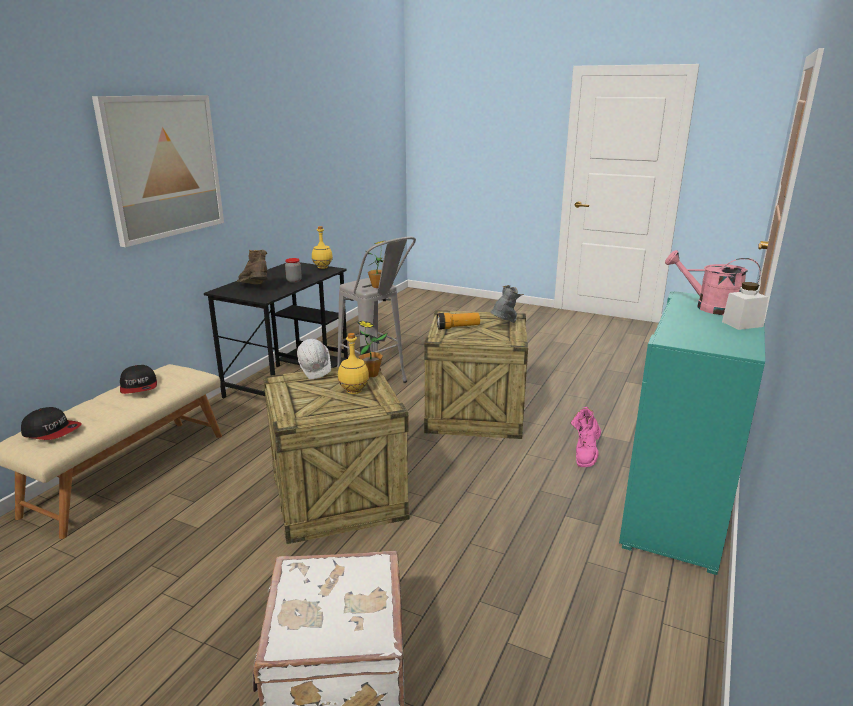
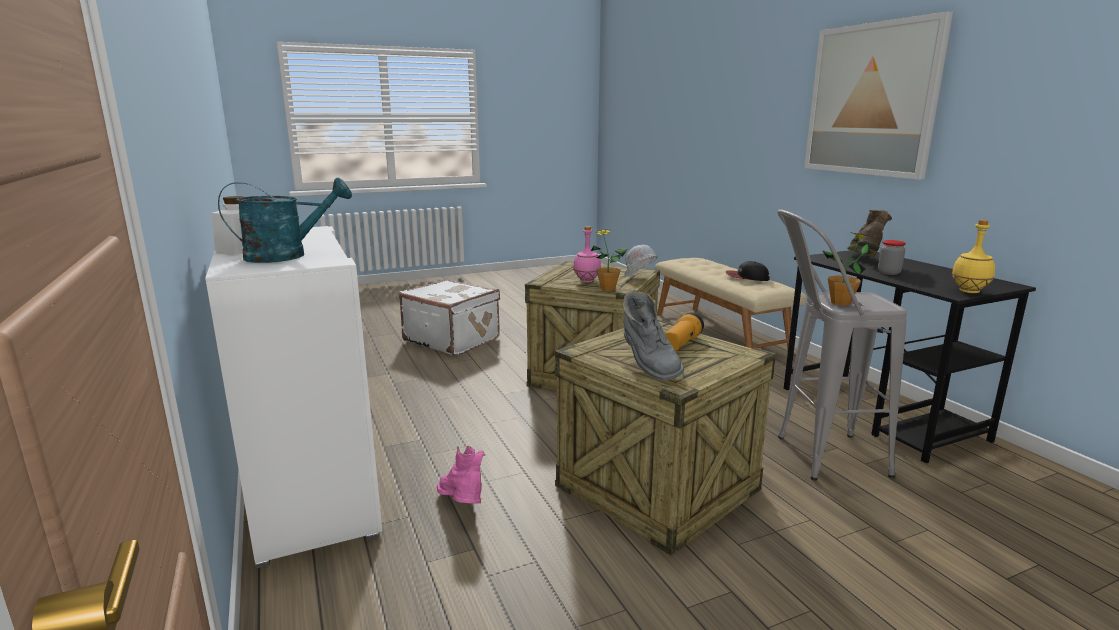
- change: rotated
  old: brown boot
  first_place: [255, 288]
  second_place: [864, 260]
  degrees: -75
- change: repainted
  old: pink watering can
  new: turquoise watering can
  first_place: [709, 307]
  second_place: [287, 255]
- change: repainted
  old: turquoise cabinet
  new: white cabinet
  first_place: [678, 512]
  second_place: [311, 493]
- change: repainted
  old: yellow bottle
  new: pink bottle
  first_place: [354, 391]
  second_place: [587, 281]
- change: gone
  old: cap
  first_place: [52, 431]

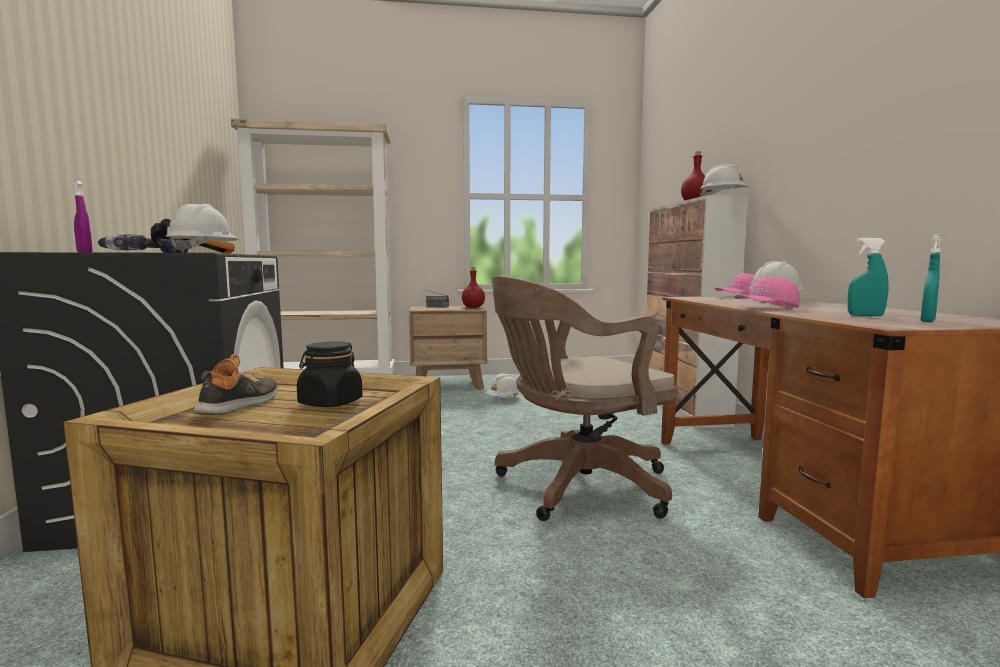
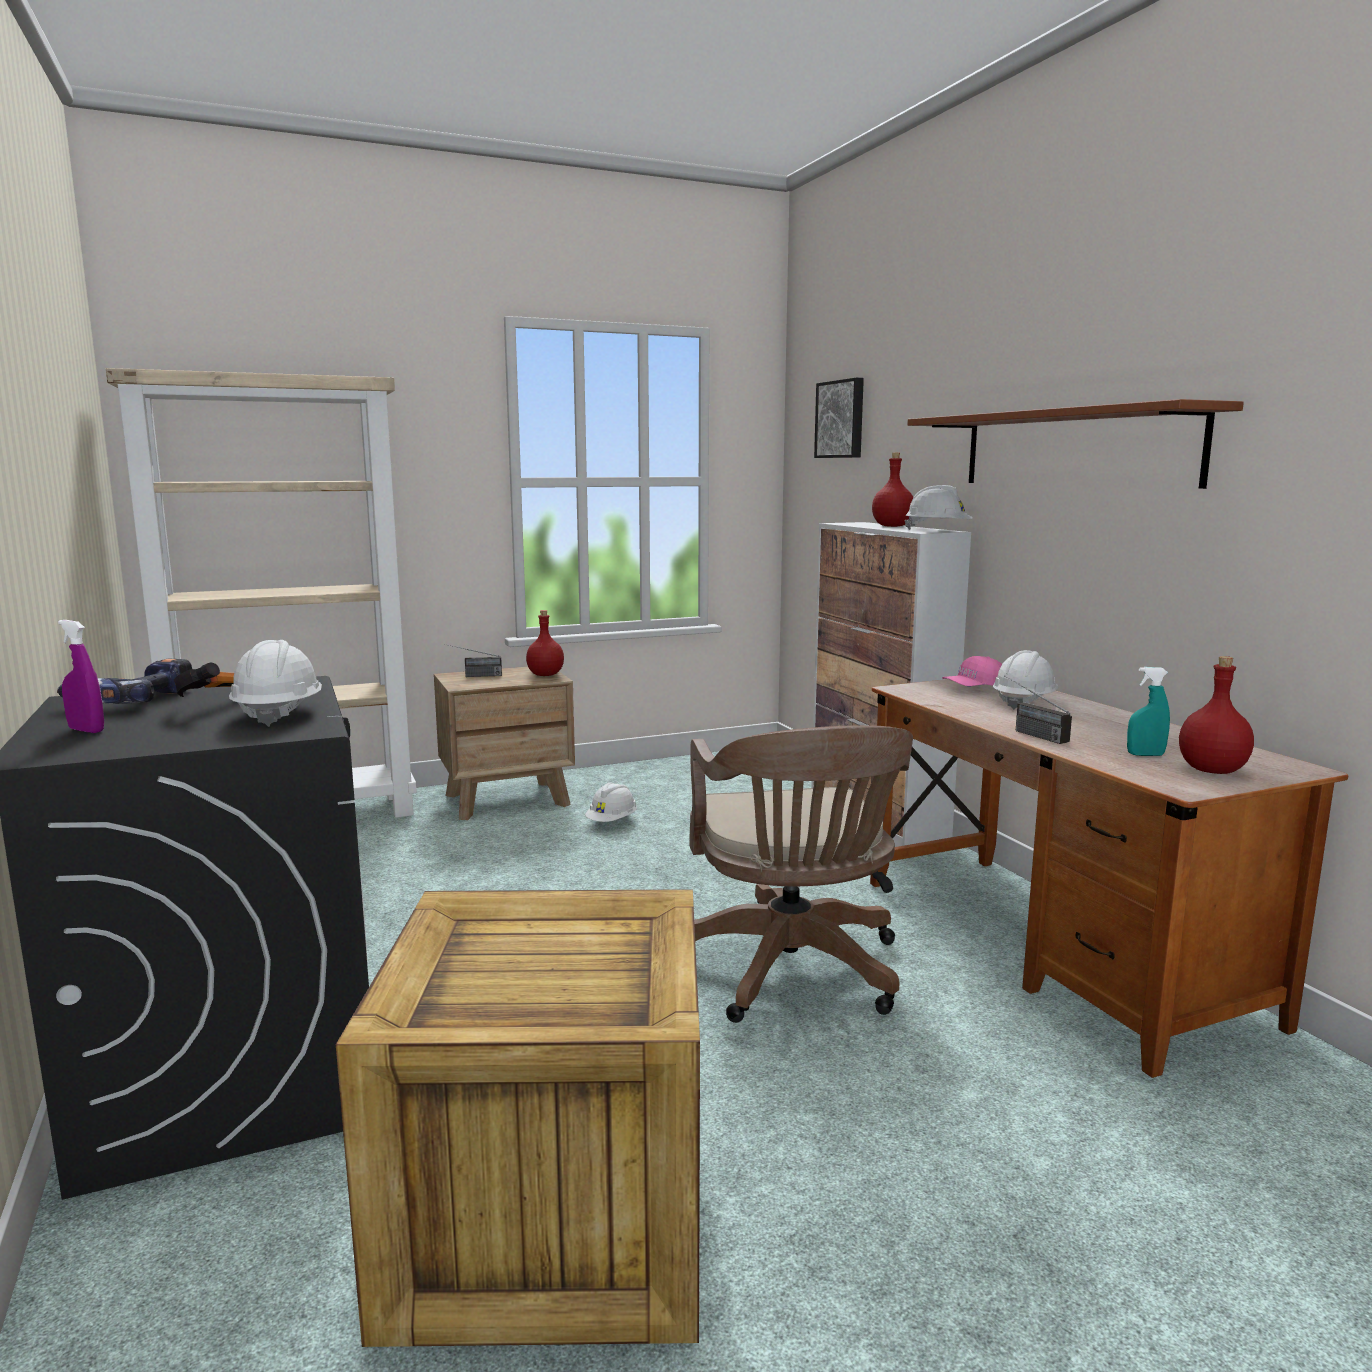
- change: swapped
  old: turquoise spray bottle
  new: red bottle
  first_place: [927, 321]
  second_place: [1211, 770]
- change: rotated
  old: brown office chair
  first_place: [576, 487]
  second_place: [793, 973]
  degrees: -60
- change: swapped
  old: pink cap
  new: radio
  first_place: [766, 308]
  second_place: [1028, 733]
- change: gone
  old: black jar
  first_place: [330, 403]
- change: gone
  old: shoe
  first_place: [241, 404]
- change: new
  new: picture
  second_place: [841, 419]
- change: new
  new: brown shelf
  second_place: [1074, 449]

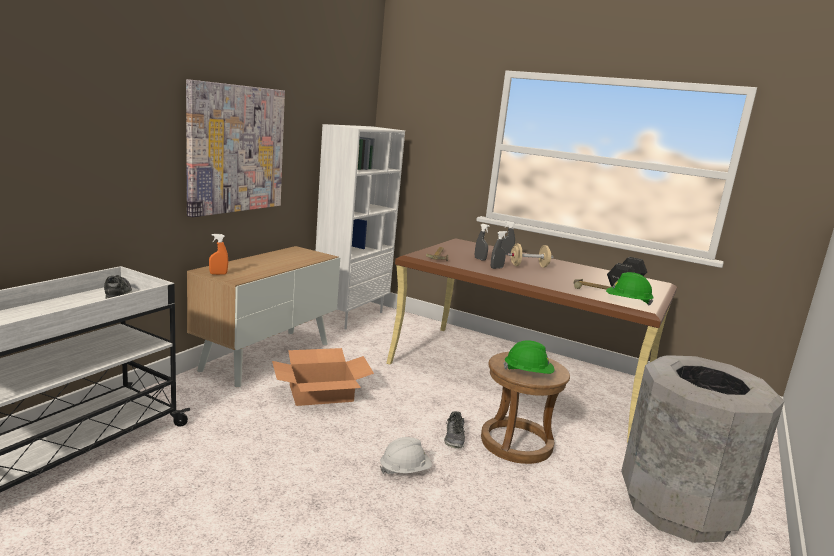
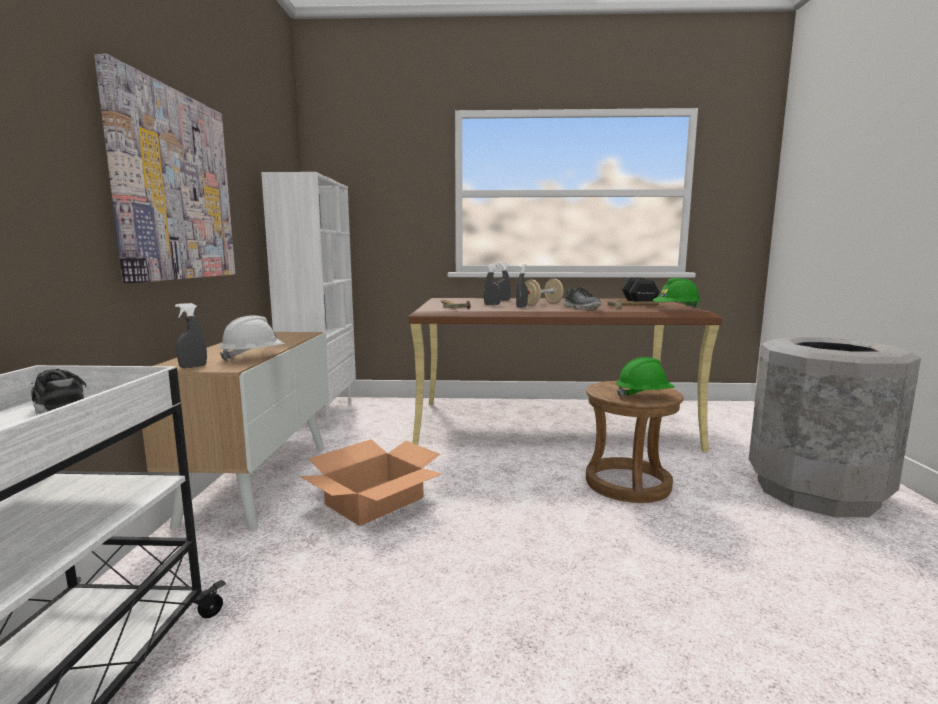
- change: repainted
  old: orange spray bottle
  new: grey spray bottle
  first_place: [218, 274]
  second_place: [193, 366]
- change: shifted
  old: shoe
  first_place: [454, 438]
  second_place: [581, 308]
- change: shifted
  old: white hard hat
  first_place: [405, 470]
  second_place: [253, 357]

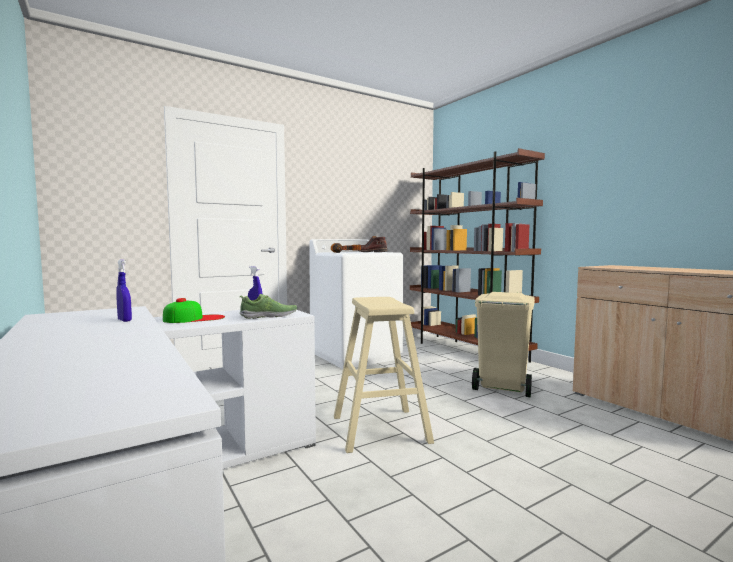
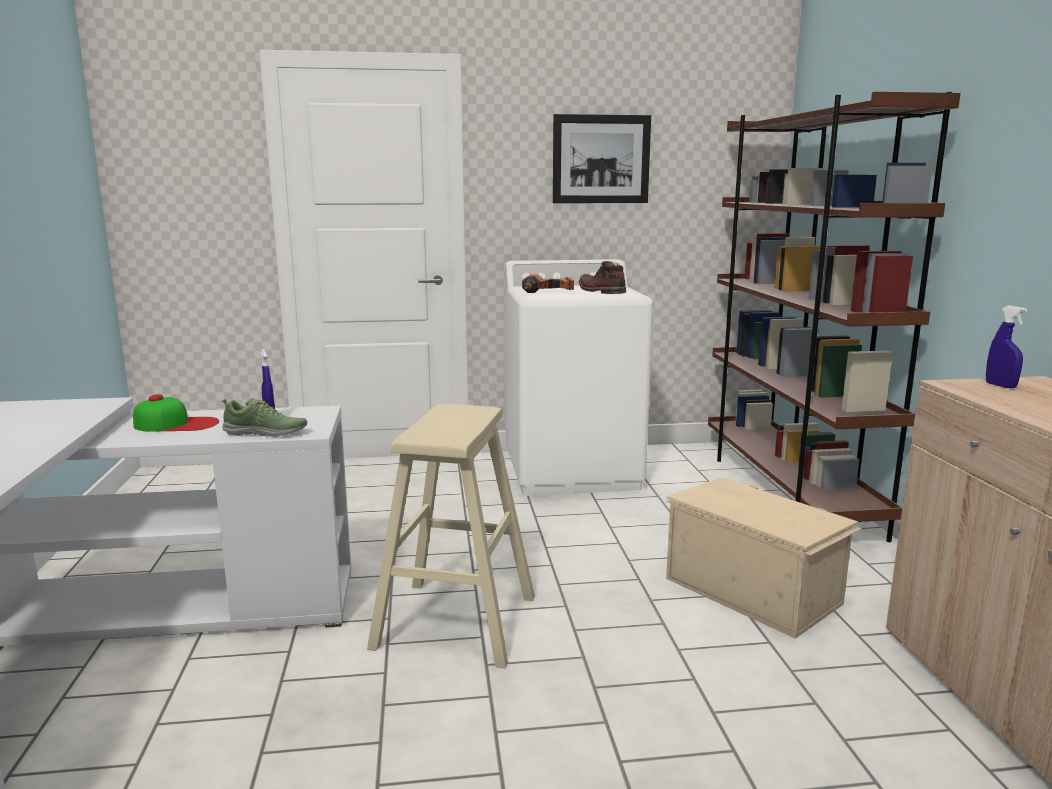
- change: shifted
  old: blue spray bottle
  first_place: [124, 320]
  second_place: [1000, 385]
- change: swapped
  old: beige trash can
  new: beige storage box
  first_place: [501, 388]
  second_place: [752, 590]
- change: new
  new: picture
  second_place: [601, 159]

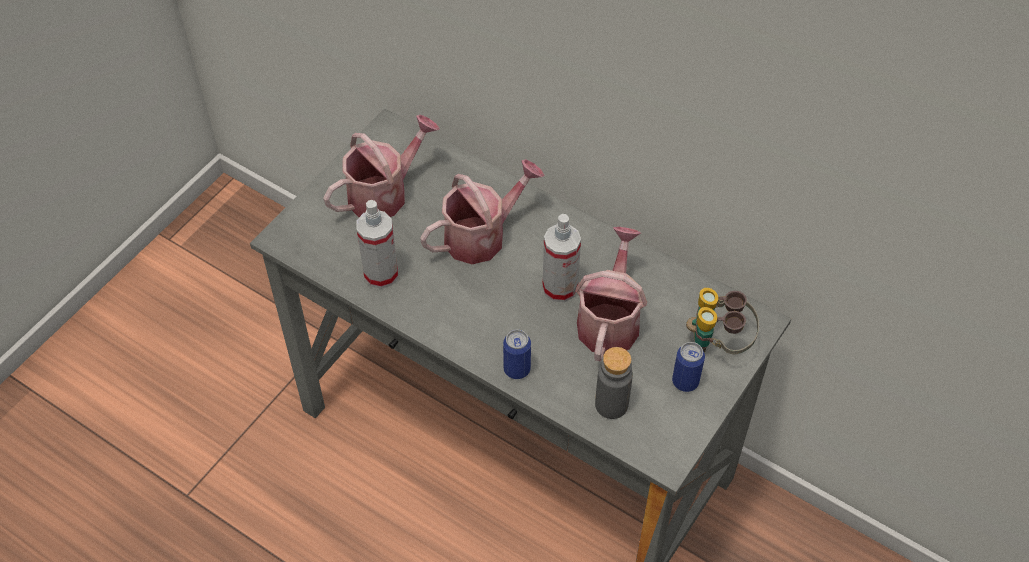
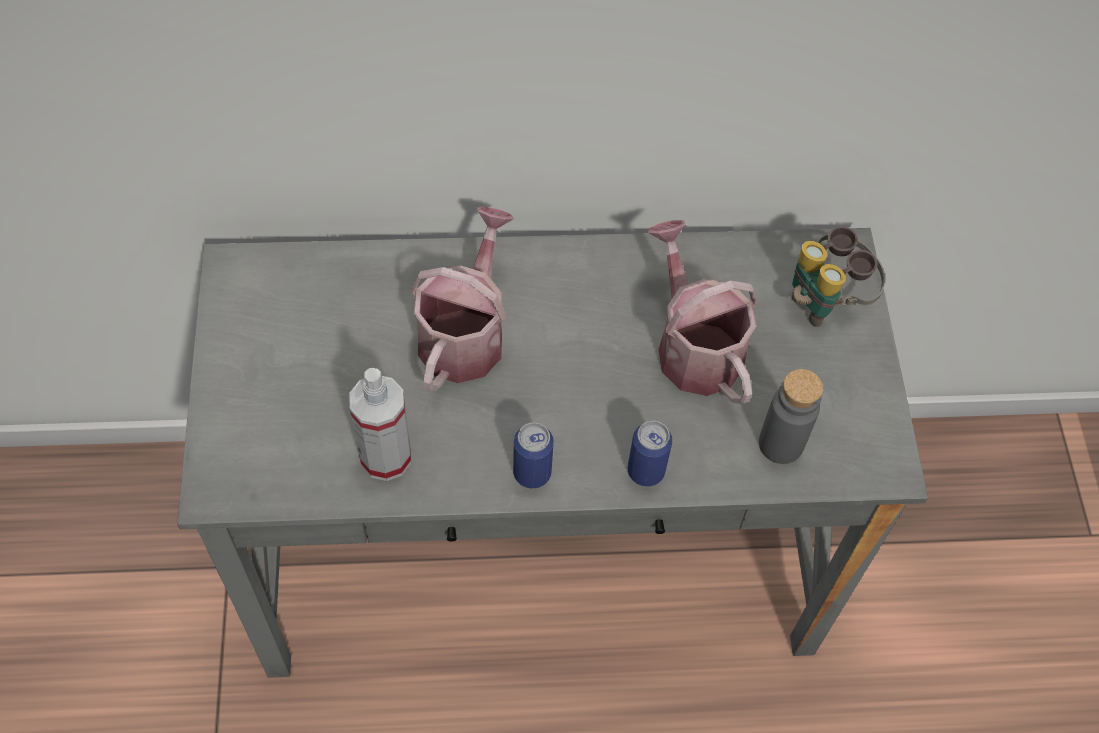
- change: gone
  old: watering can
  first_place: [384, 192]
- change: gone
  old: spray bottle
  first_place: [560, 288]
- change: shifted
  old: can
  first_place: [685, 381]
  second_place: [532, 473]

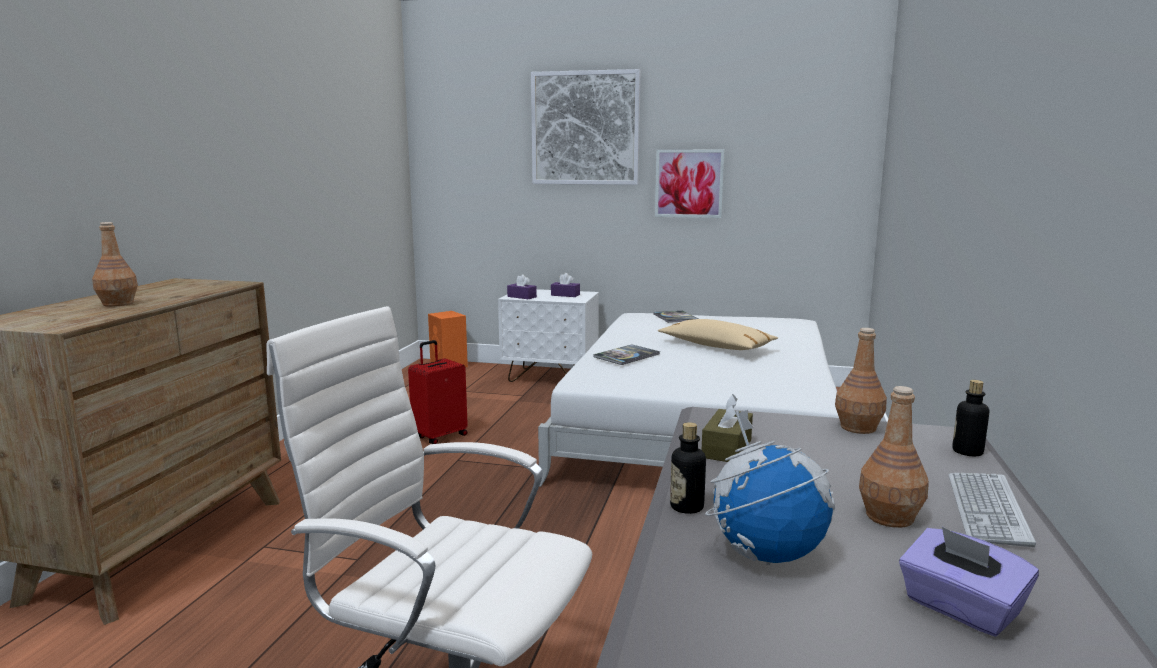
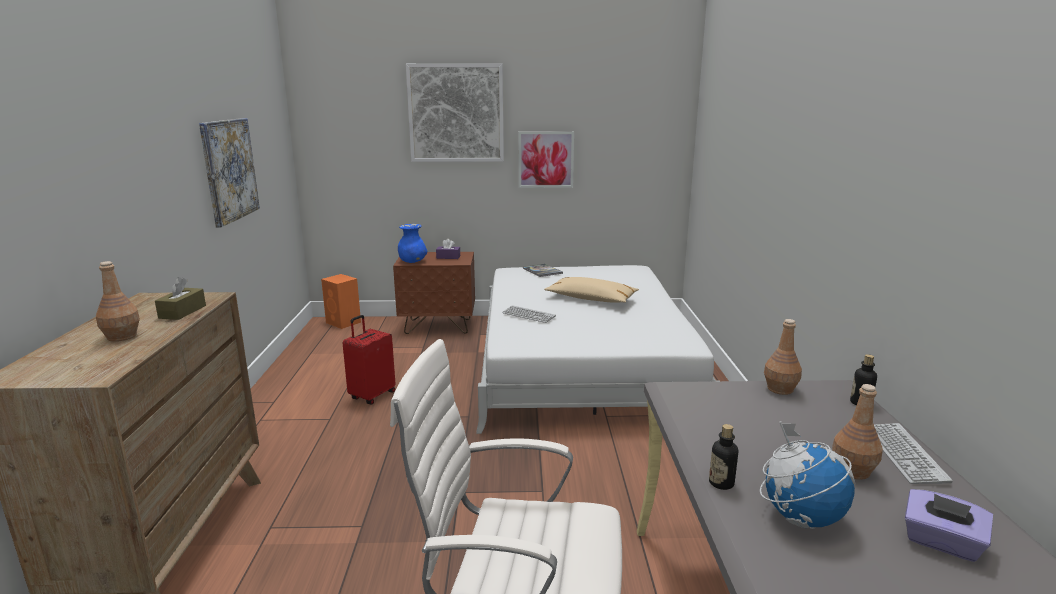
- change: swapped
  old: purple tissue box
  new: blue vase
  first_place: [522, 297]
  second_place: [412, 262]
- change: repainted
  old: white nightstand
  new: brown nightstand
  first_place: [551, 377]
  second_place: [438, 326]
- change: swapped
  old: book
  new: keyboard
  first_place: [626, 356]
  second_place: [528, 315]
- change: shifted
  old: brown tissue box
  first_place: [726, 448]
  second_place: [182, 312]
- change: new
  new: picture
  second_place: [229, 170]

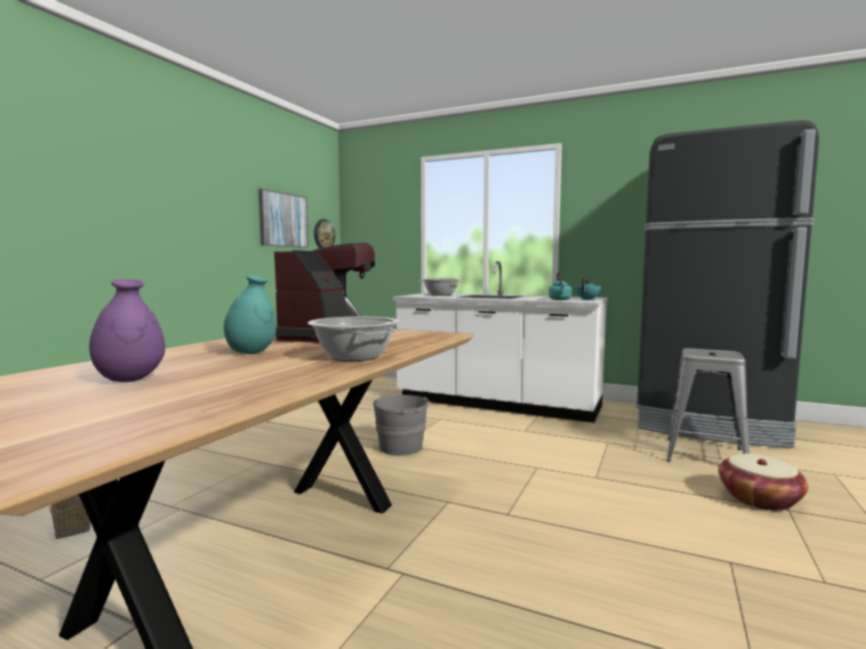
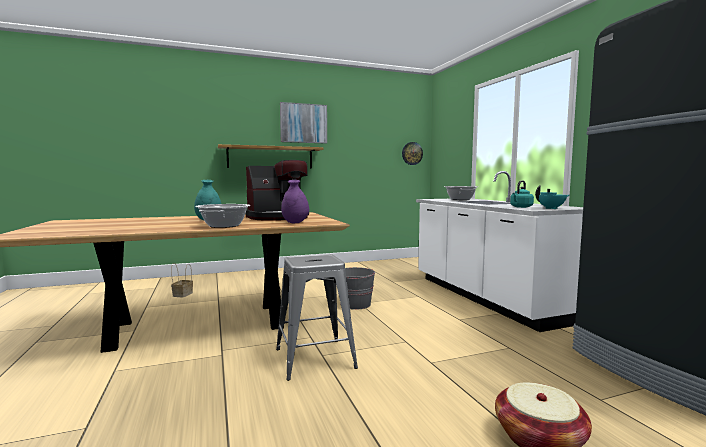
- change: shifted
  old: picture
  first_place: [283, 220]
  second_place: [303, 123]
- change: shifted
  old: purple vase
  first_place: [130, 379]
  second_place: [295, 223]
- change: shifted
  old: grey stool
  first_place: [704, 455]
  second_place: [315, 358]
- change: new
  new: shelf
  second_place: [270, 157]

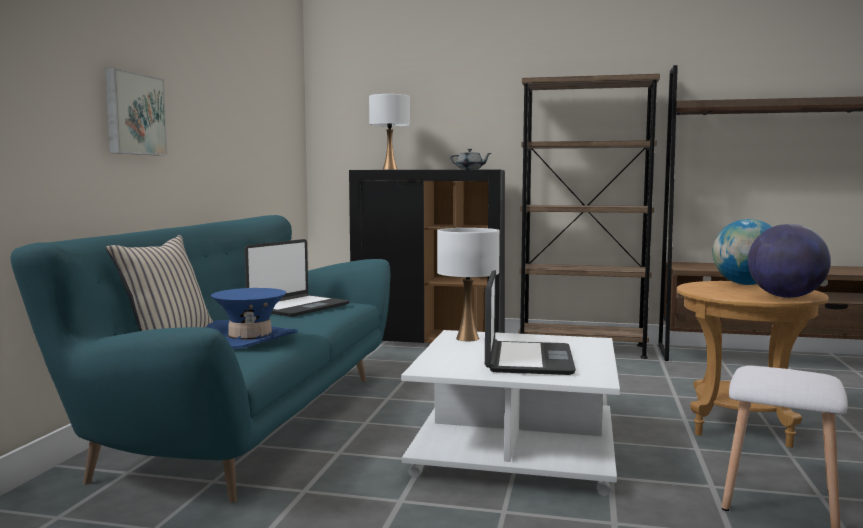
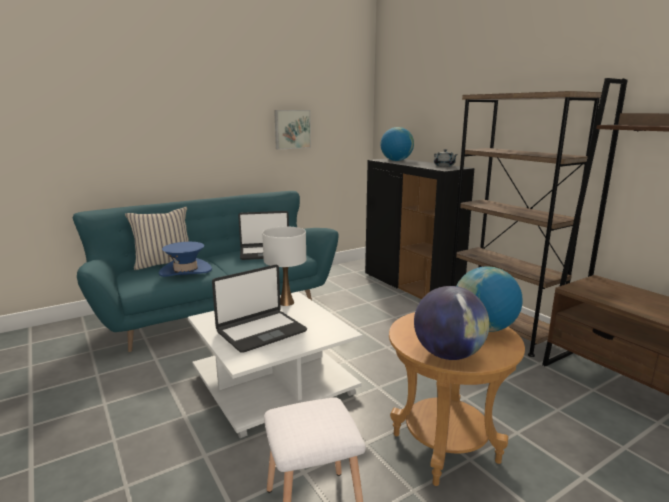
- change: shifted
  old: picture
  first_place: [133, 114]
  second_place: [292, 129]
- change: swapped
  old: white table lamp
  new: globe
  first_place: [389, 169]
  second_place: [396, 160]

